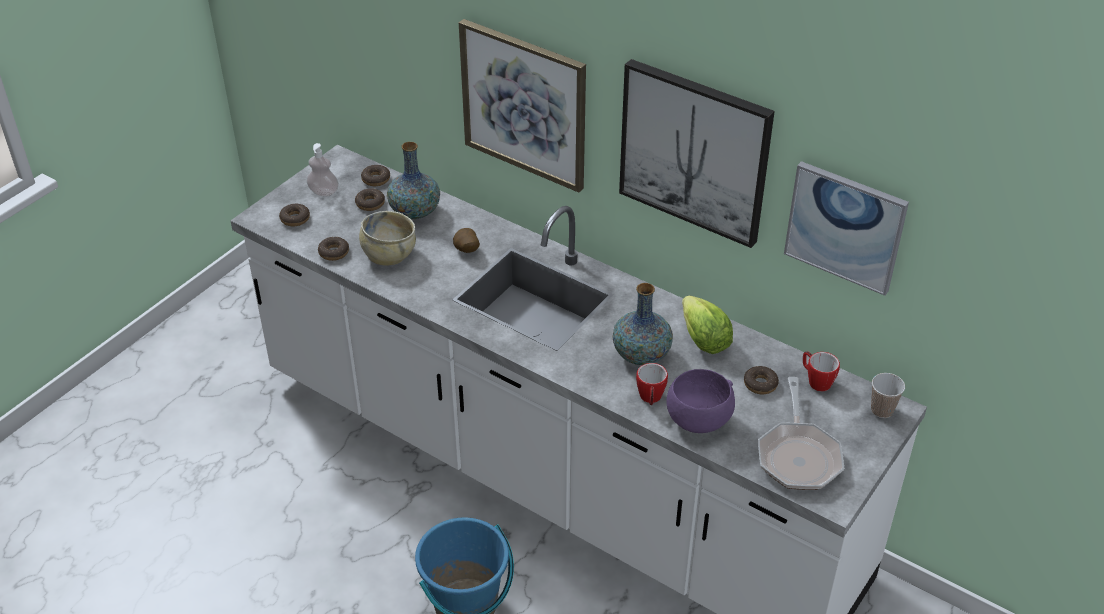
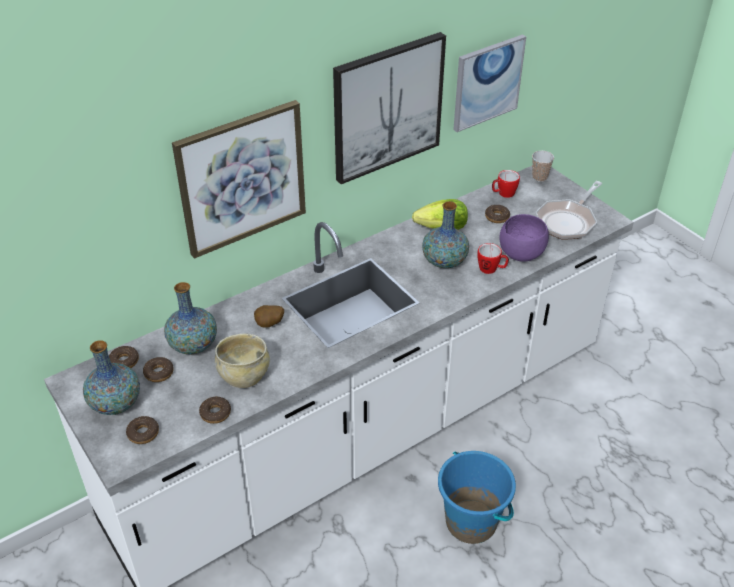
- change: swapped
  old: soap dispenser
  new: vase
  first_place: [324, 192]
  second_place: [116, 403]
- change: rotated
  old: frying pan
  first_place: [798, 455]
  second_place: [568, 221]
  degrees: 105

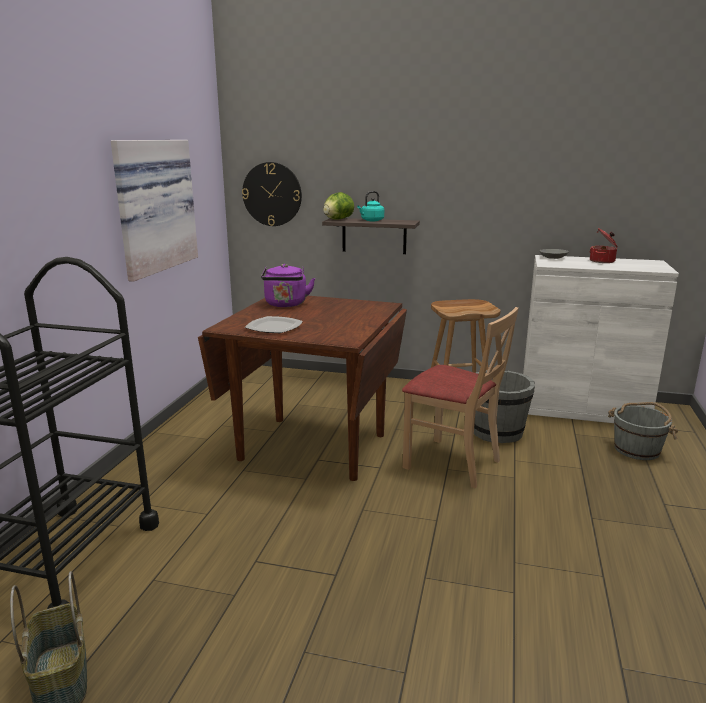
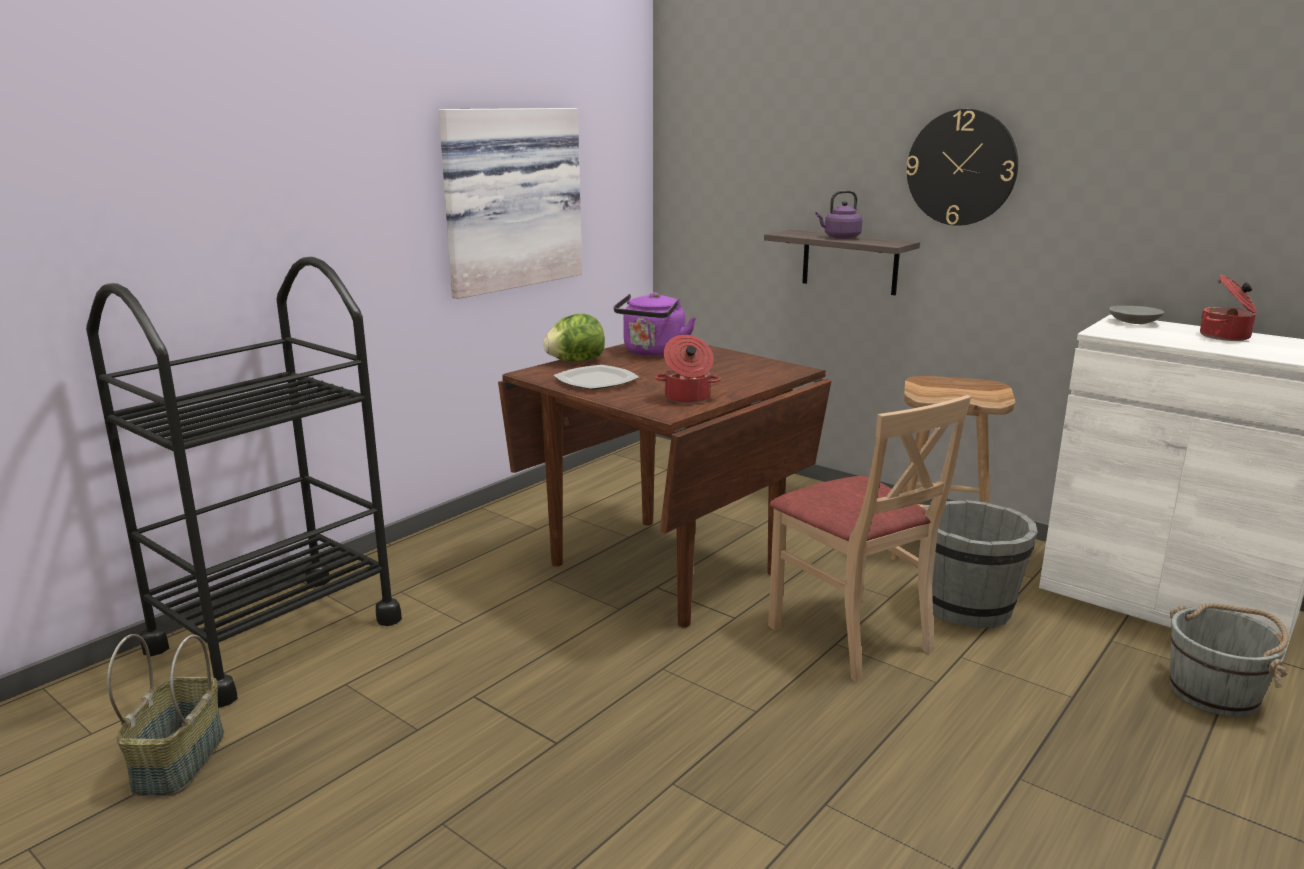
- change: shifted
  old: wall clock
  first_place: [272, 194]
  second_place: [961, 168]
- change: repainted
  old: turquoise kettle
  new: purple kettle
  first_place: [371, 220]
  second_place: [840, 237]
- change: shifted
  old: lettuce
  first_place: [338, 219]
  second_place: [575, 361]
- change: new
  new: cooking pot
  second_place: [687, 398]

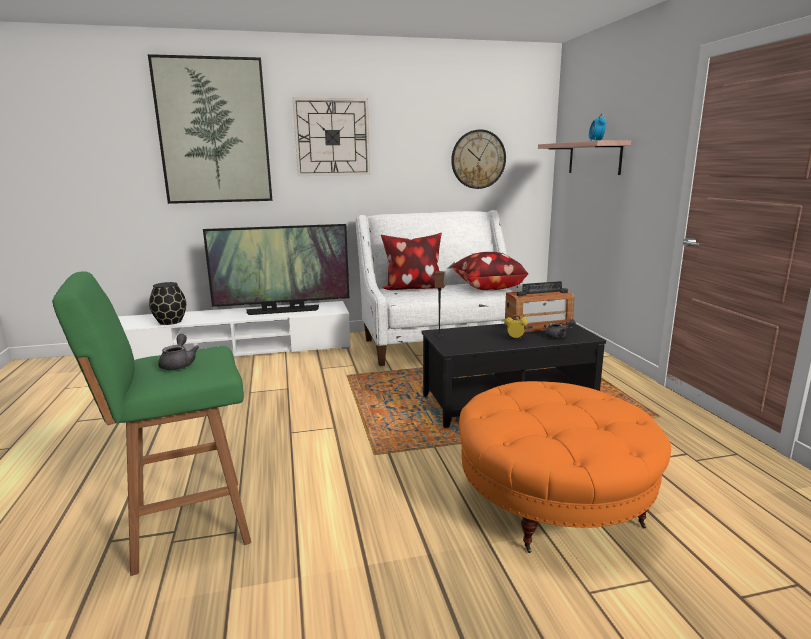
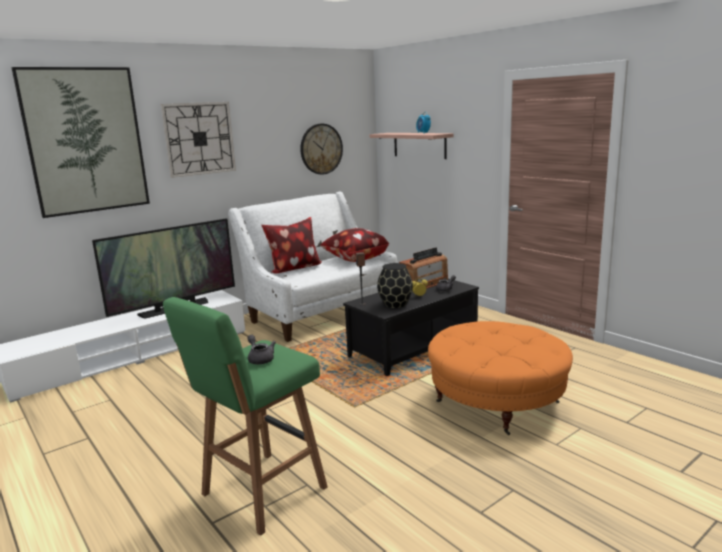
- change: shifted
  old: black vase
  first_place: [170, 321]
  second_place: [395, 304]

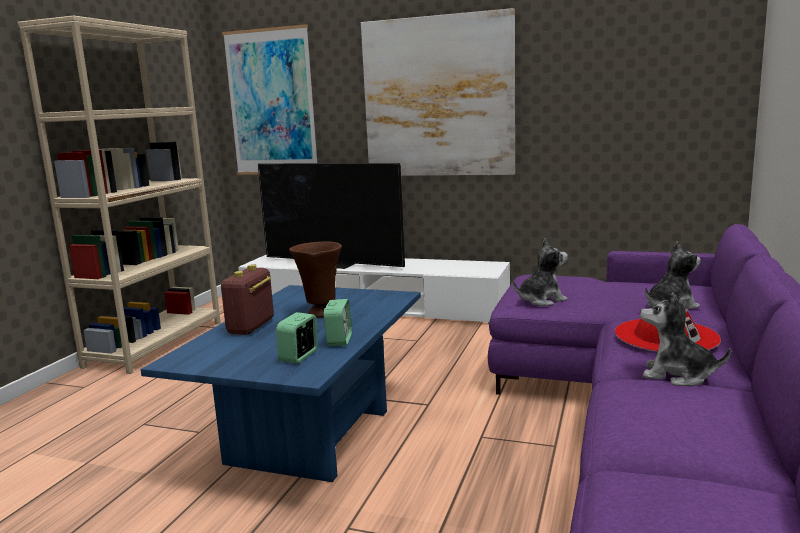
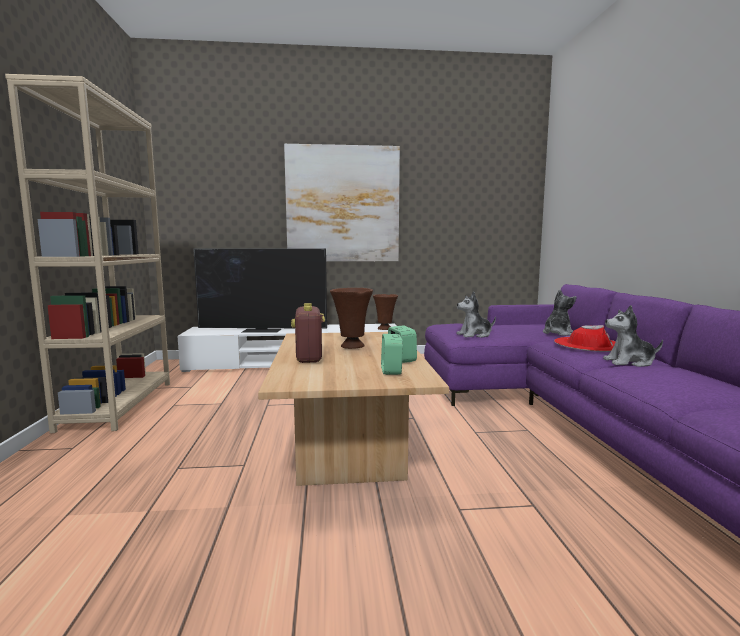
- change: gone
  old: picture
  first_place: [271, 103]
- change: rotated
  old: plush toy
  first_place: [541, 300]
  second_place: [474, 335]
  degrees: -150
- change: repainted
  old: blue coffee table
  new: beige coffee table
  first_place: [310, 436]
  second_place: [349, 452]
- change: new
  new: brown vase
  second_place: [385, 329]

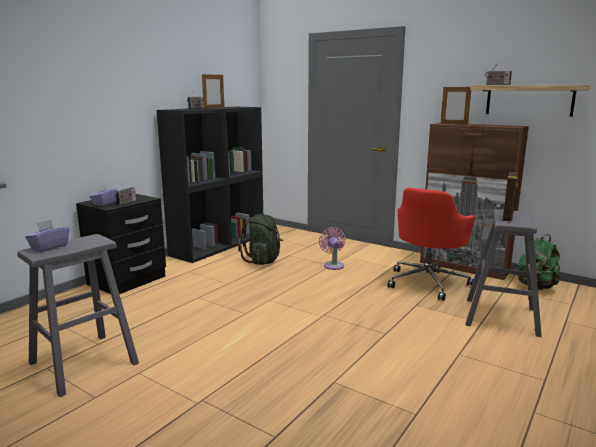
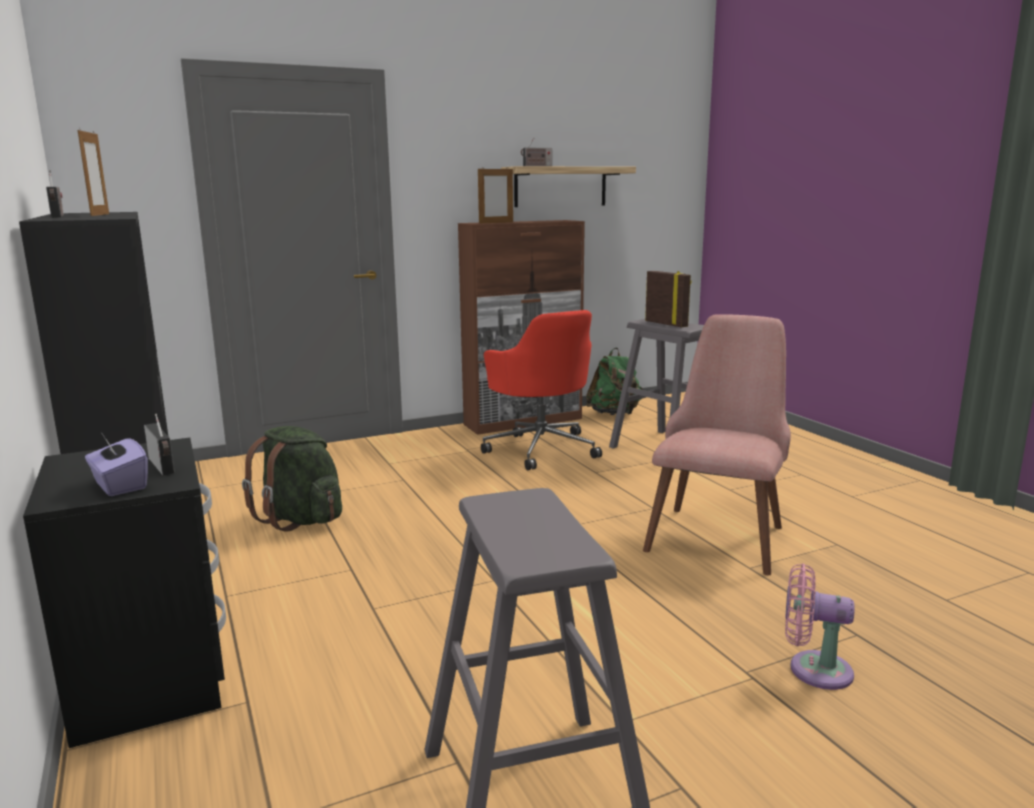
- change: gone
  old: purple tissue box
  first_place: [49, 247]
- change: shifted
  old: pink fan
  first_place: [333, 265]
  second_place: [813, 669]
- change: new
  new: pink chair
  second_place: [719, 530]

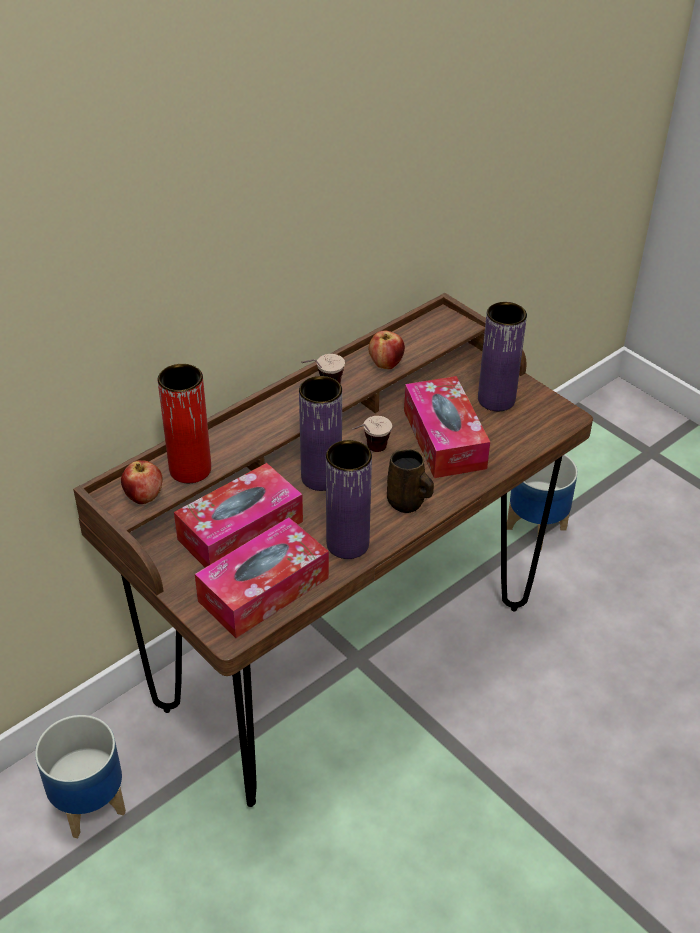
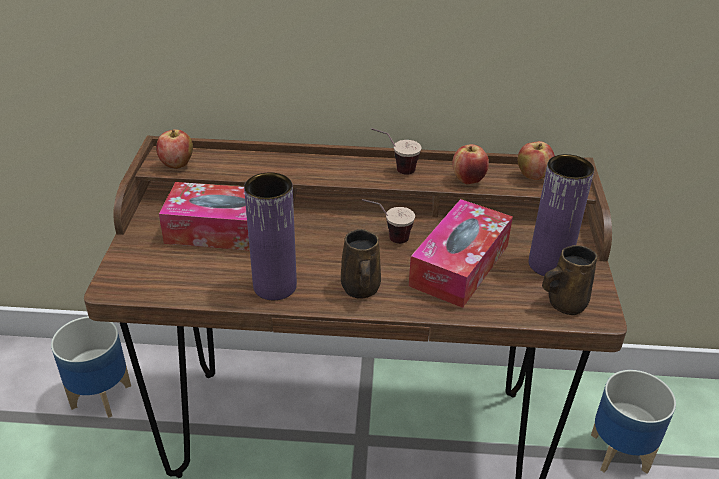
- change: gone
  old: red vase
  first_place: [190, 469]
- change: gone
  old: purple vase
  first_place: [321, 477]
- change: gone
  old: tissue box
  first_place: [263, 589]
- change: new
  new: apple
  second_place: [533, 176]
- change: new
  new: brown mug
  second_place: [564, 303]

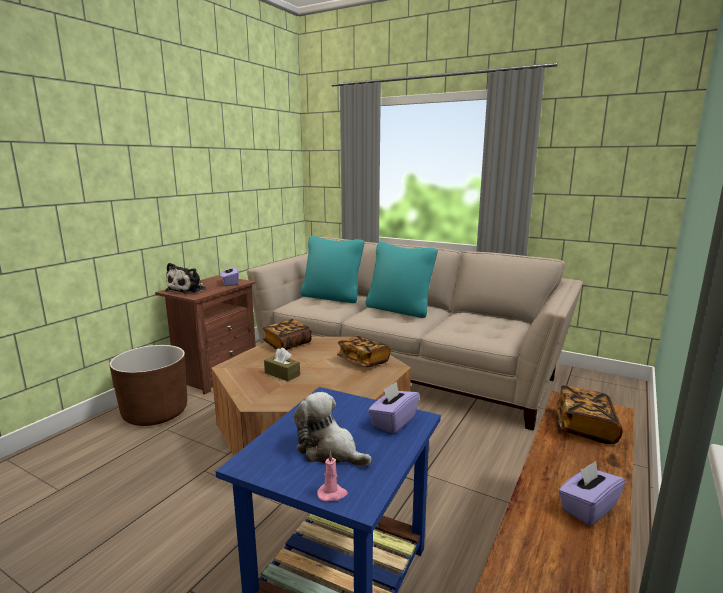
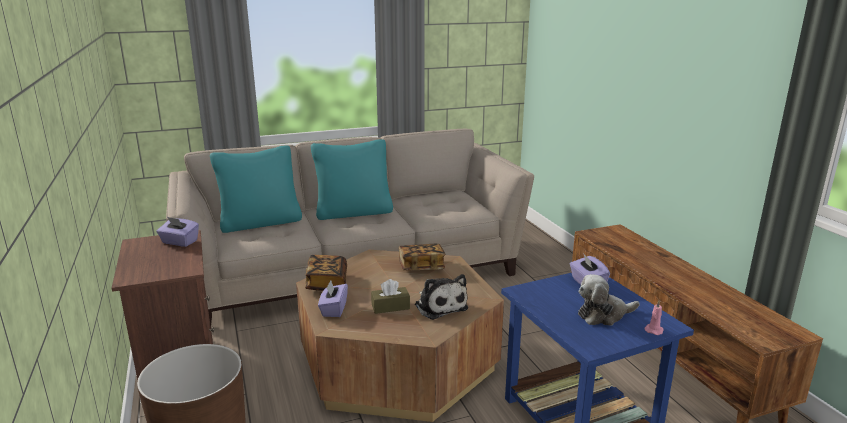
- change: shifted
  old: plush toy
  first_place: [188, 289]
  second_place: [439, 306]
- change: gone
  old: book
  first_place: [585, 427]
- change: shifted
  old: purple tissue box
  first_place: [587, 508]
  second_place: [333, 309]

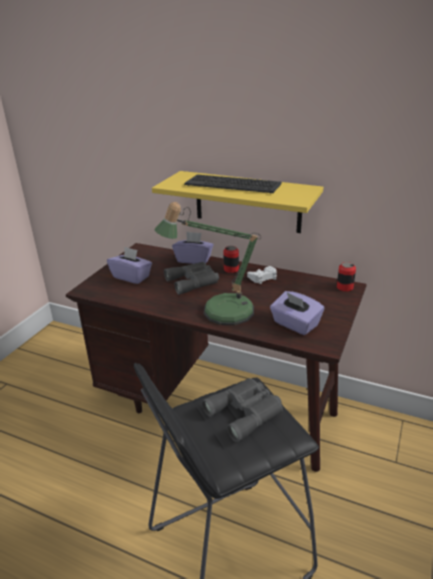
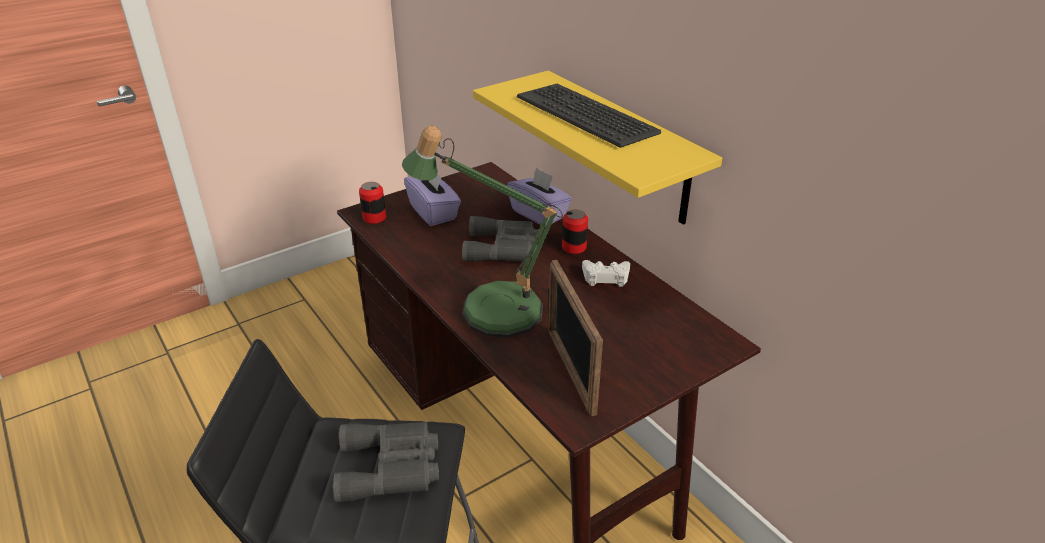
- change: shifted
  old: can
  first_place: [344, 287]
  second_place: [374, 218]
- change: swapped
  old: purple tissue box
  new: picture frame
  first_place: [295, 324]
  second_place: [570, 370]

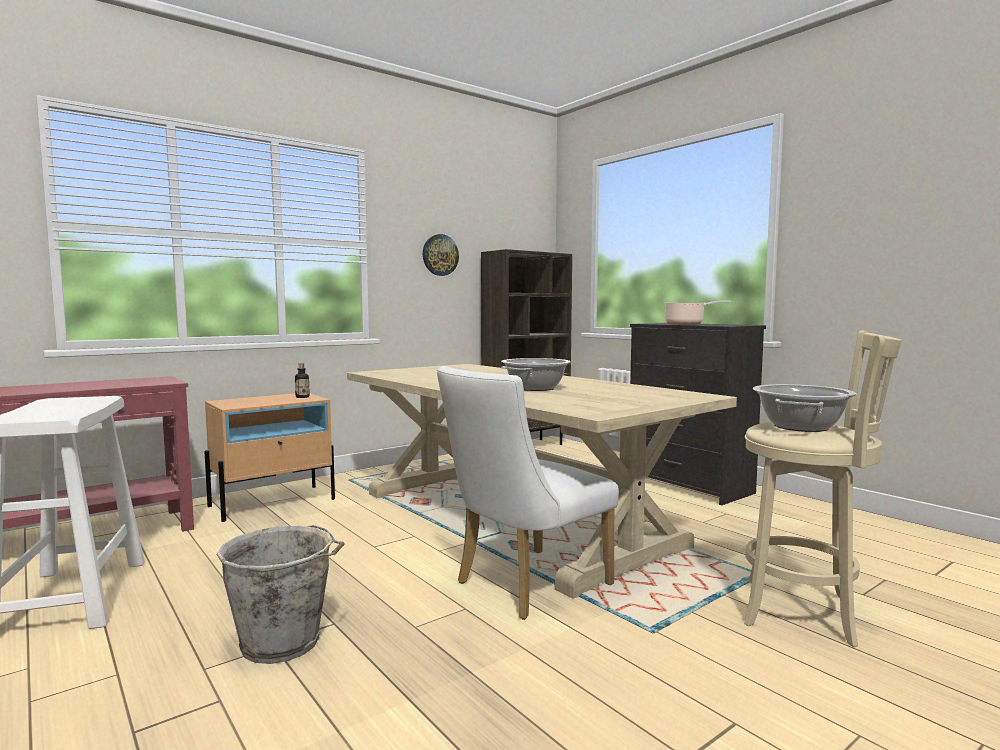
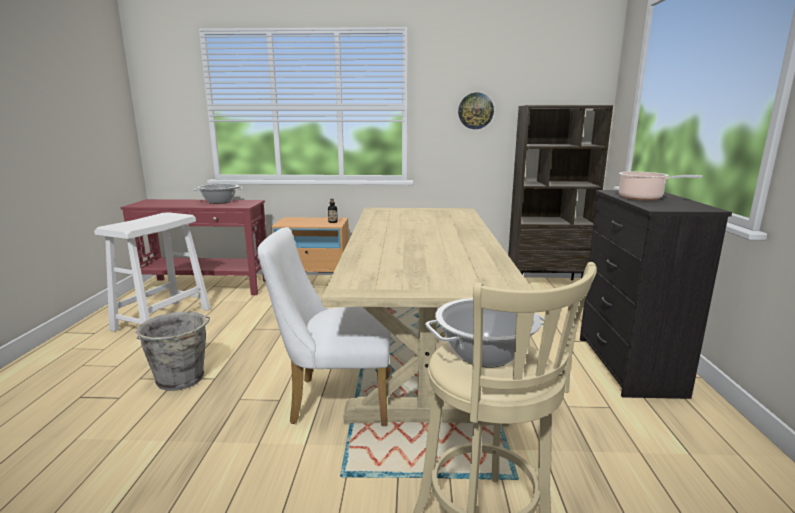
- change: shifted
  old: cooking pot
  first_place: [535, 388]
  second_place: [219, 201]

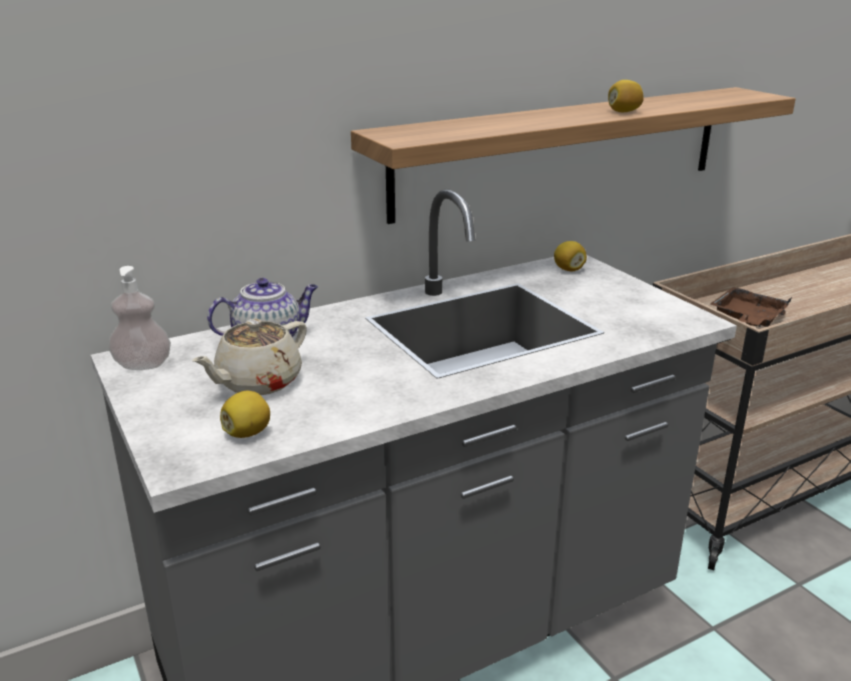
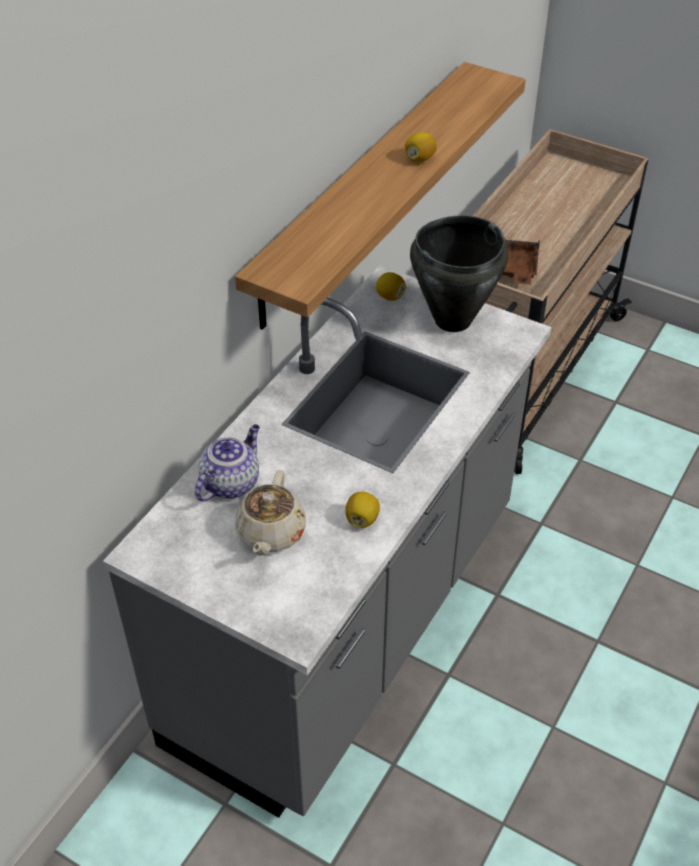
- change: gone
  old: soap dispenser
  first_place: [143, 365]
- change: shifted
  old: lemon
  first_place: [247, 433]
  second_place: [362, 519]
- change: new
  new: black cooking pot
  second_place: [451, 320]

